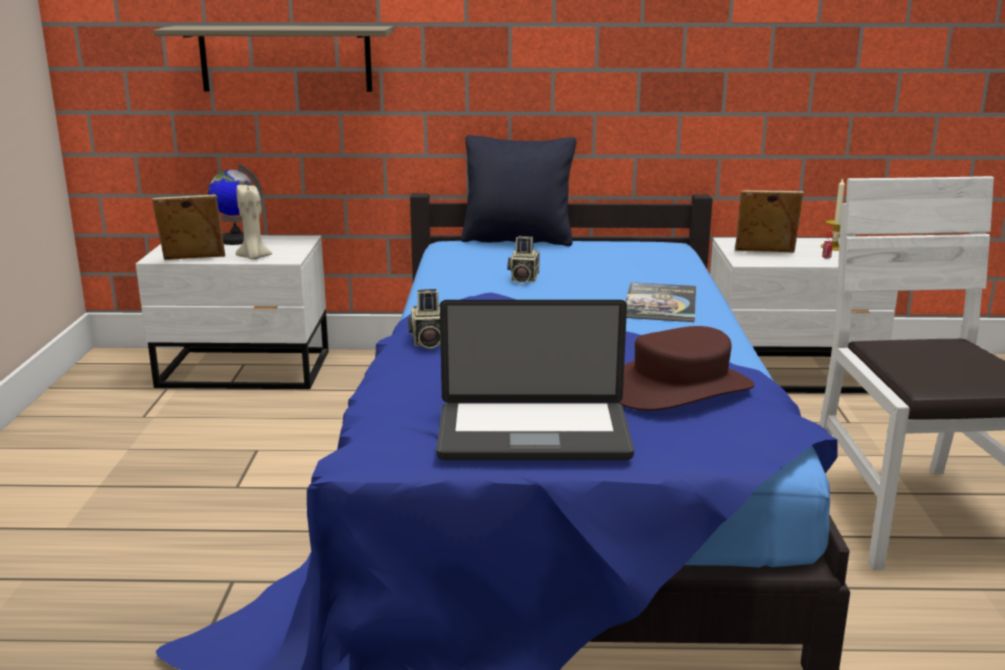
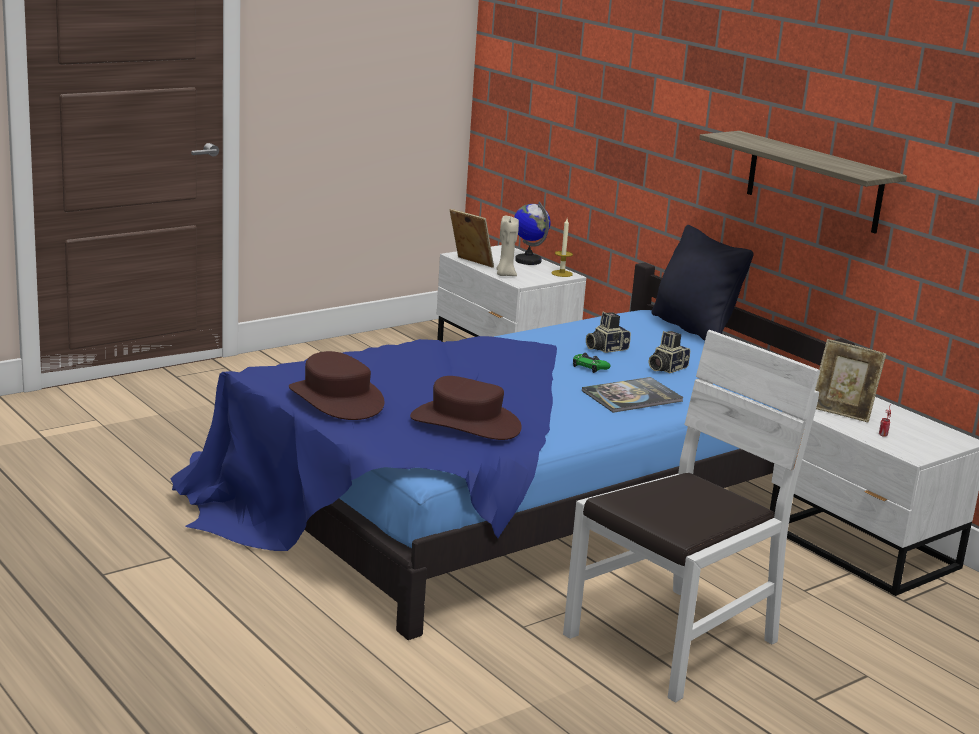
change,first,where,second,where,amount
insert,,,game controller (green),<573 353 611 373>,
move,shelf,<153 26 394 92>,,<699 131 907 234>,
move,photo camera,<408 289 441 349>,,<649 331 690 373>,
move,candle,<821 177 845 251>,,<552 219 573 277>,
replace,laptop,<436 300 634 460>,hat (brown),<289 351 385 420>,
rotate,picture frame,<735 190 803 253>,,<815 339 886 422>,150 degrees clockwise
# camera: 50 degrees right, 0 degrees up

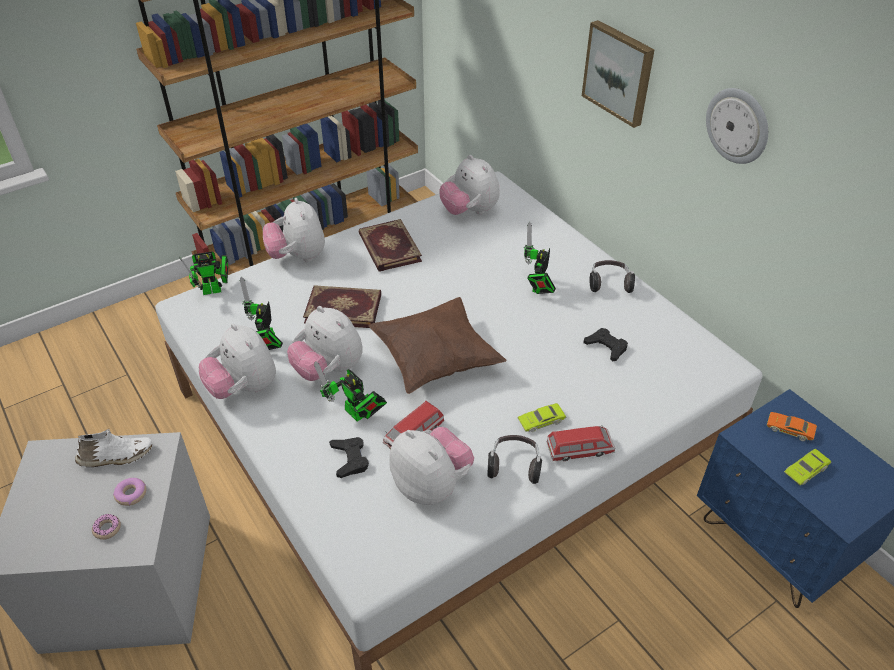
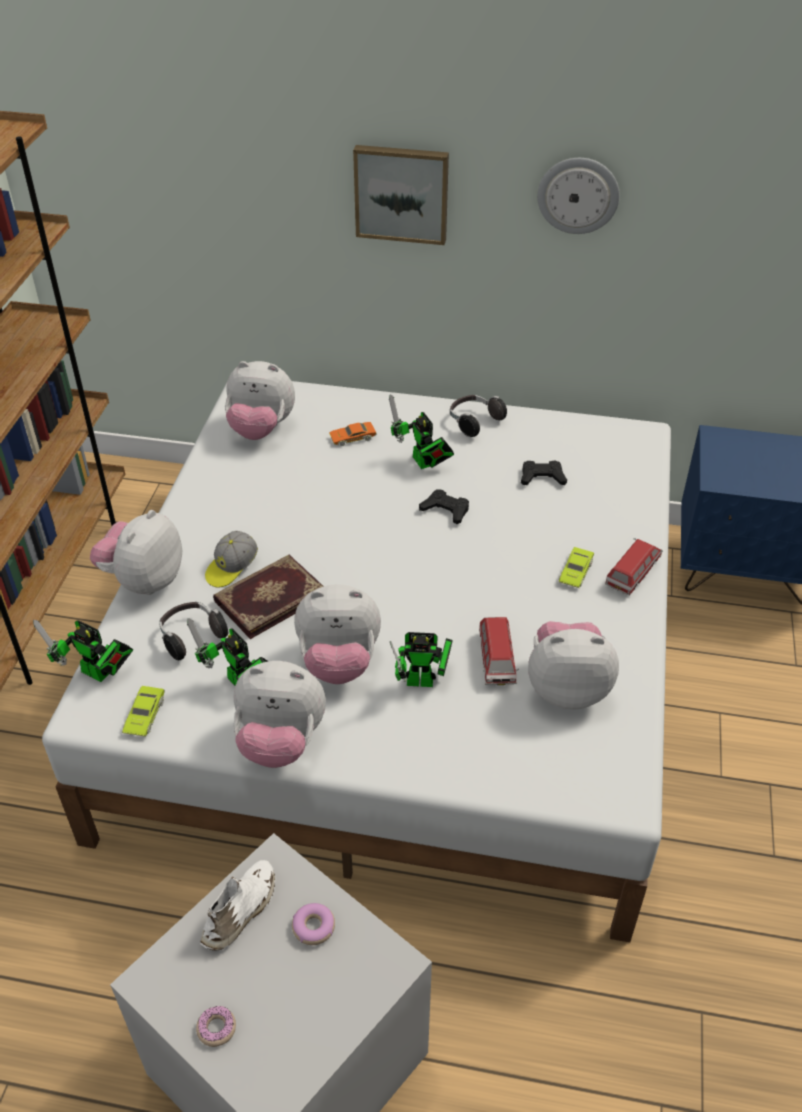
change,first,where,second,where,amount
delete,book,<359 219 422 272>,,,
delete,pillow (brown),<368 297 507 394>,,,
insert,,,cap,<205 531 258 588>,
move,donut,<92 514 121 540>,,<196 1006 236 1047>,
move,game controller (black),<329 437 369 478>,,<419 489 469 524>,
move,headphones,<488 435 542 484>,,<159 602 228 660>,
move,toy car (orange),<766 412 817 441>,,<329 422 377 446>,
move,toy car (green),<784 449 831 486>,,<122 686 165 737>,
rotate,toy robot,<179 251 228 295>,,<33 620 133 682>,90 degrees clockwise
rotate,plush toy,<263 198 325 262>,,<90 510 182 595>,90 degrees clockwise
# camera: 45 degrees left, 0 degrees up

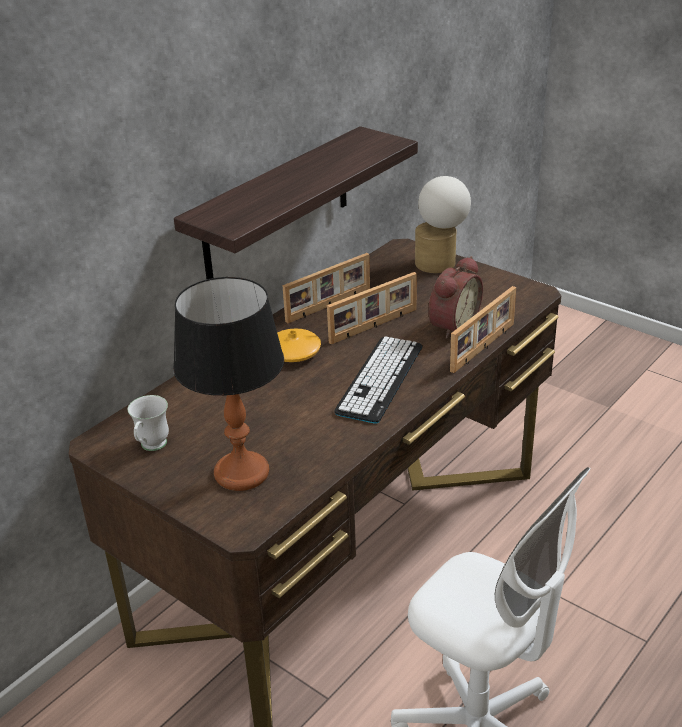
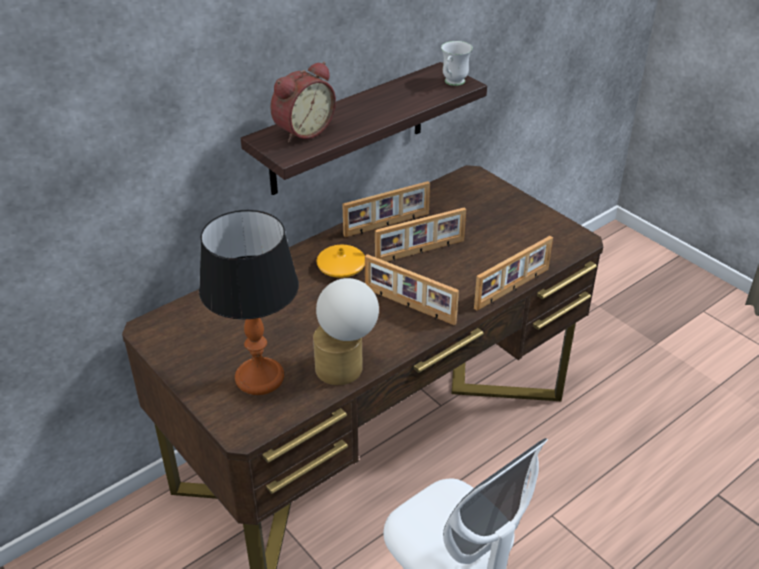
change,first,where,second,where,amount
move,mug (white),<128 395 169 451>,,<441 41 473 86>,
move,table lamp,<415 176 471 273>,,<313 278 379 385>,
move,alarm clock,<428 256 483 339>,,<270 62 336 142>,
replace,keyboard,<334 337 423 423>,picture frame,<365 254 459 325>,
# camera: 10 degrees right, 5 degrees up

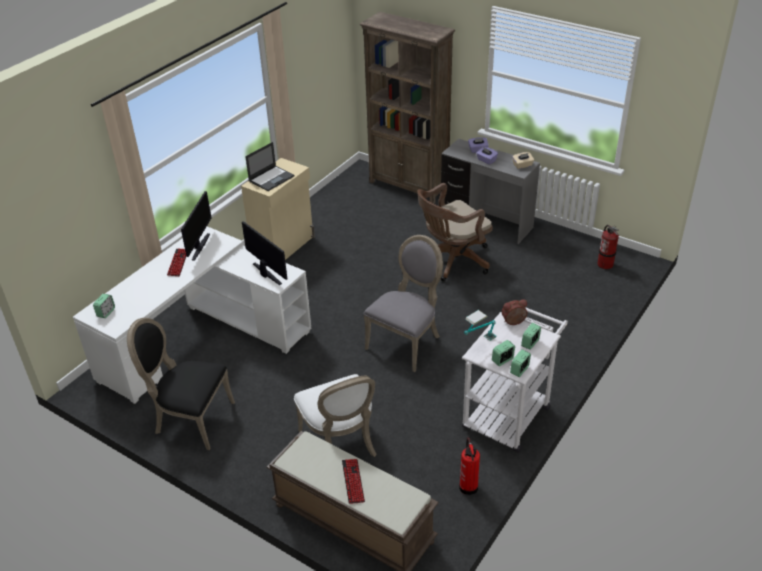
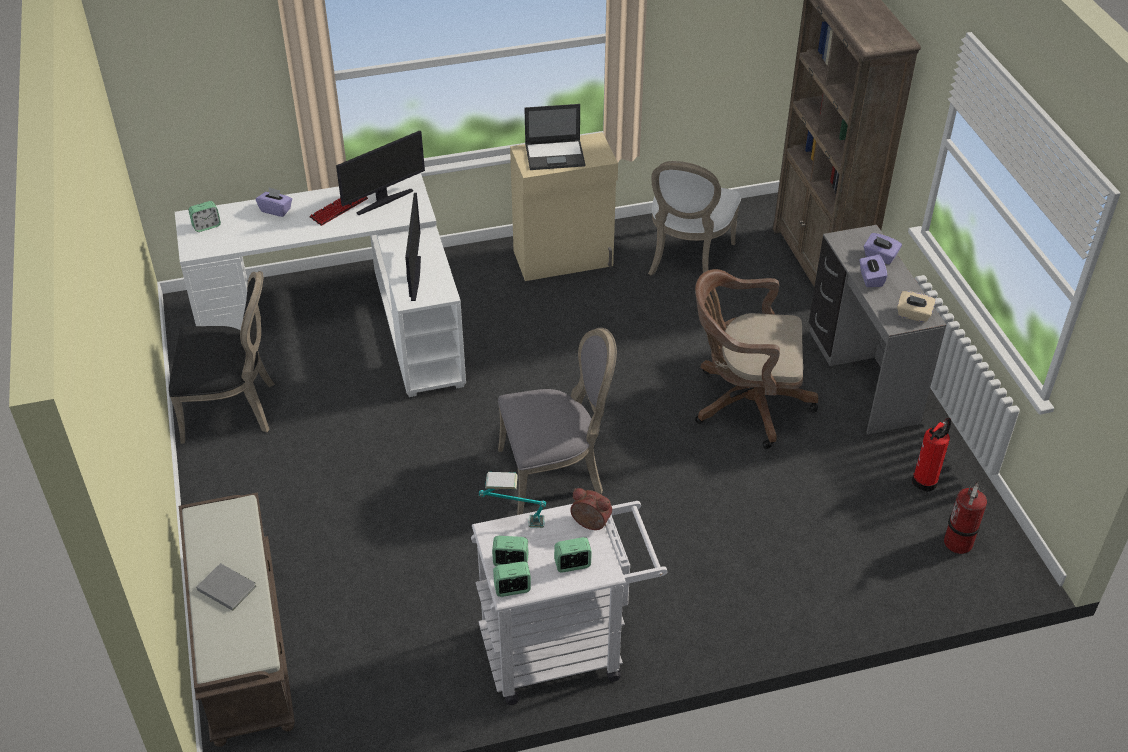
change,first,where,second,where,amount
insert,,,tissue box (purple),<256 187 292 217>,
move,chair (white),<294 374 377 457>,,<648 161 741 275>,
move,fire extinguisher,<459 438 480 495>,,<912 418 951 491>,
replace,keyboard,<342 459 365 504>,book (grey),<196 563 257 611>,
rotate,chair (black),<127 318 235 450>,,<169 271 275 444>,120 degrees clockwise
# camera: 40 degrees right, 5 degrees up

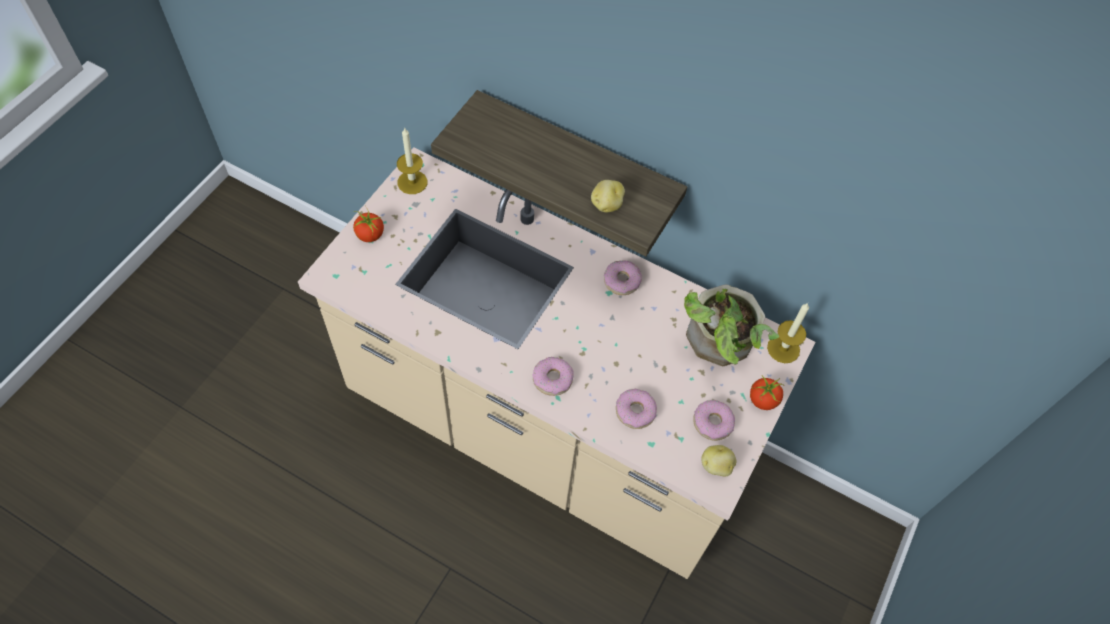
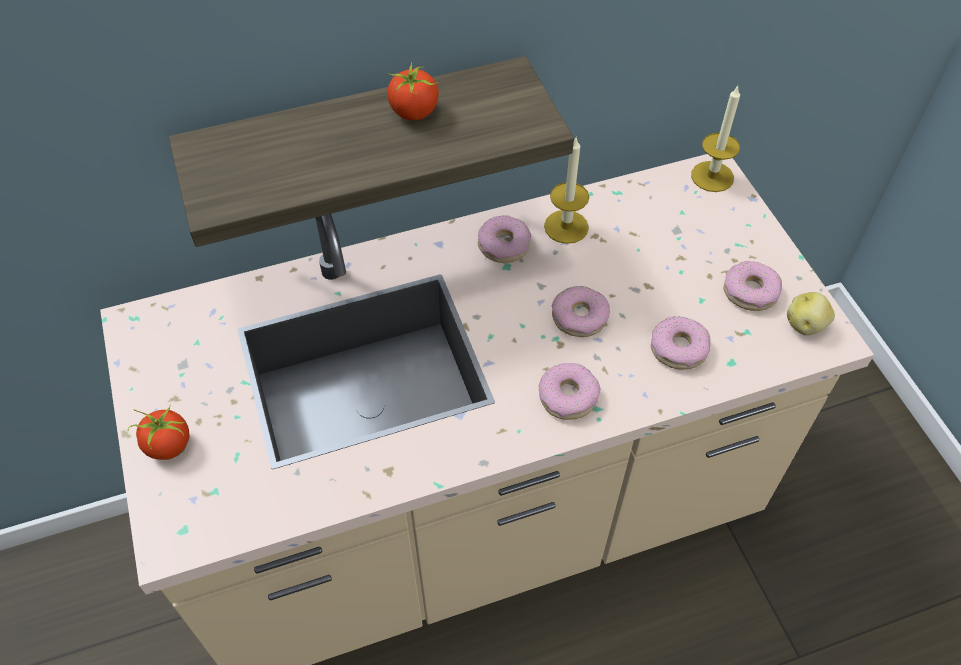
change,first,where,second,where,amount
delete,potato,<591 180 625 212>,,,
delete,potted plant,<684 284 780 366>,,,
insert,,,donut,<552 286 610 337>,
move,candle,<397 127 427 194>,,<544 136 589 244>,
move,tomato,<750 375 783 410>,,<387 62 439 120>,
# camera: 45 degrees left, 5 degrees down

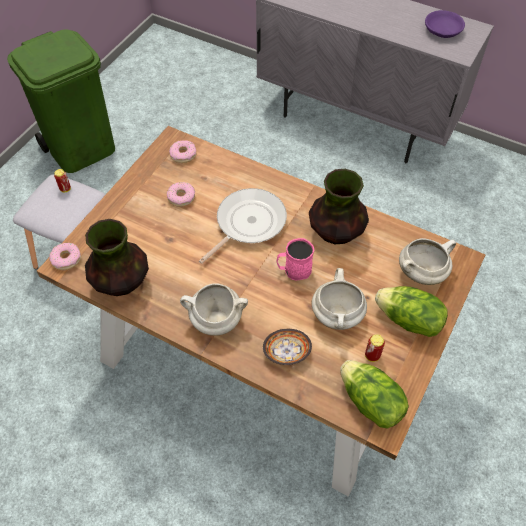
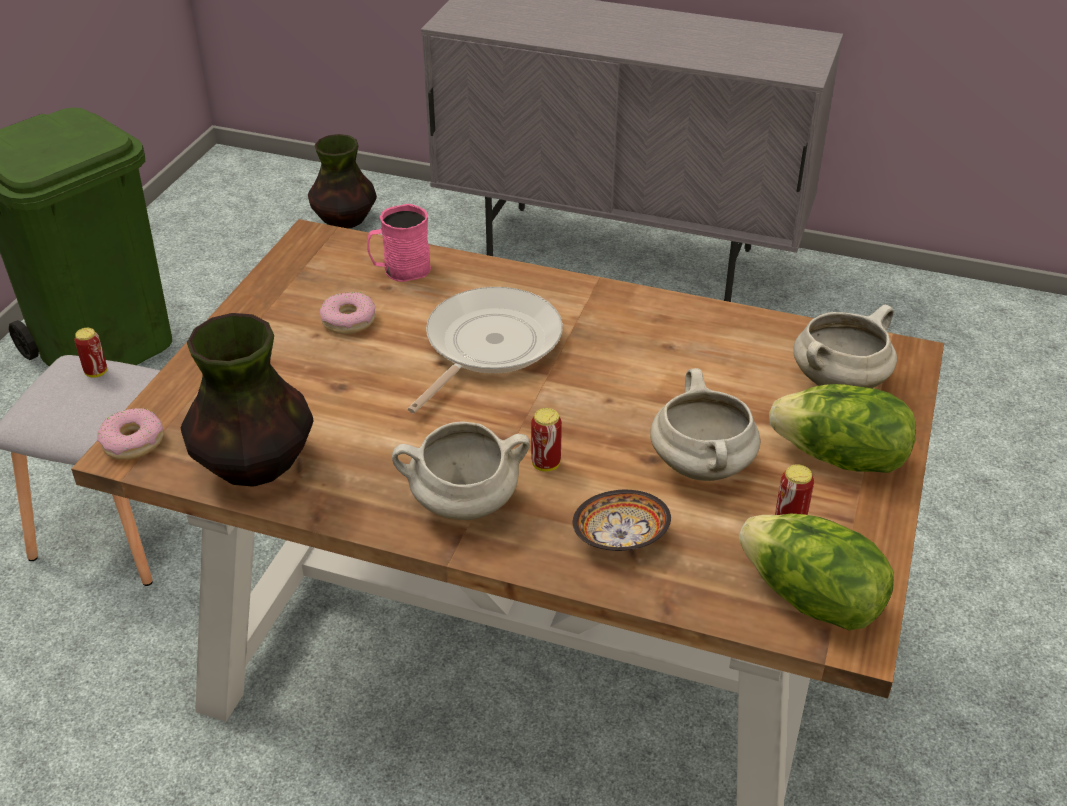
change,first,where,second,where,amount
delete,donut,<169 140 196 163>,,,
delete,bowl (purple),<425 10 465 38>,,,
insert,,,can,<531 408 562 472>,
move,mug (pink),<277 238 315 280>,,<367 204 431 282>,
move,vase,<309 169 369 244>,,<308 134 377 228>,
# camera: 10 degrees left, 15 degrees down

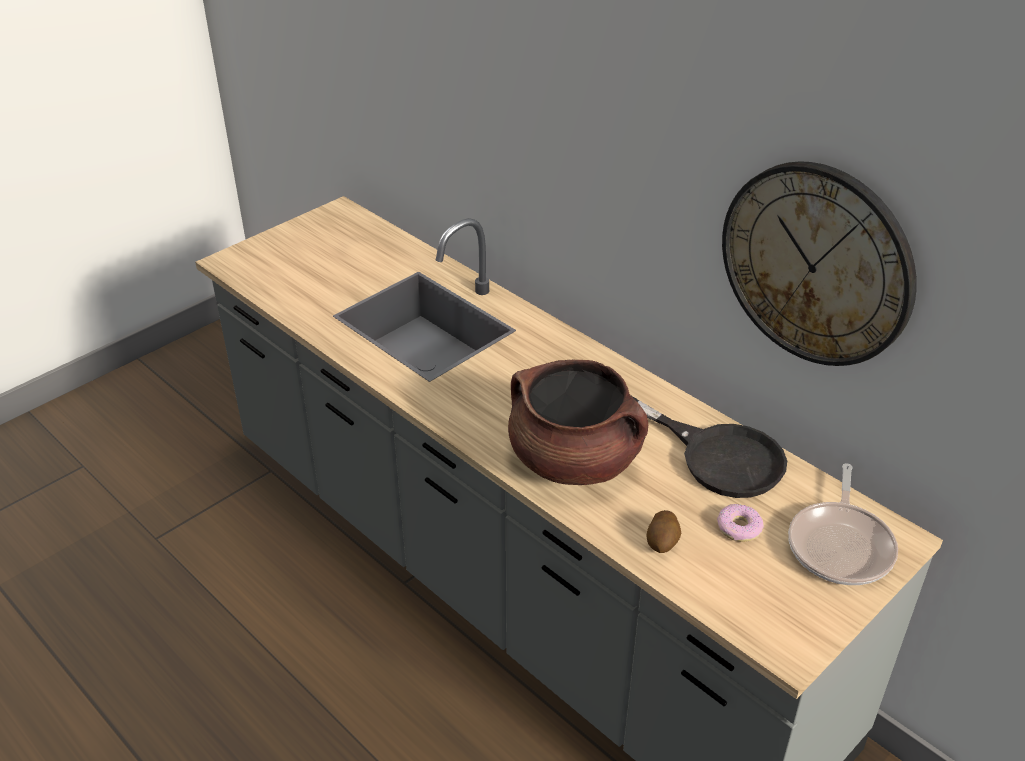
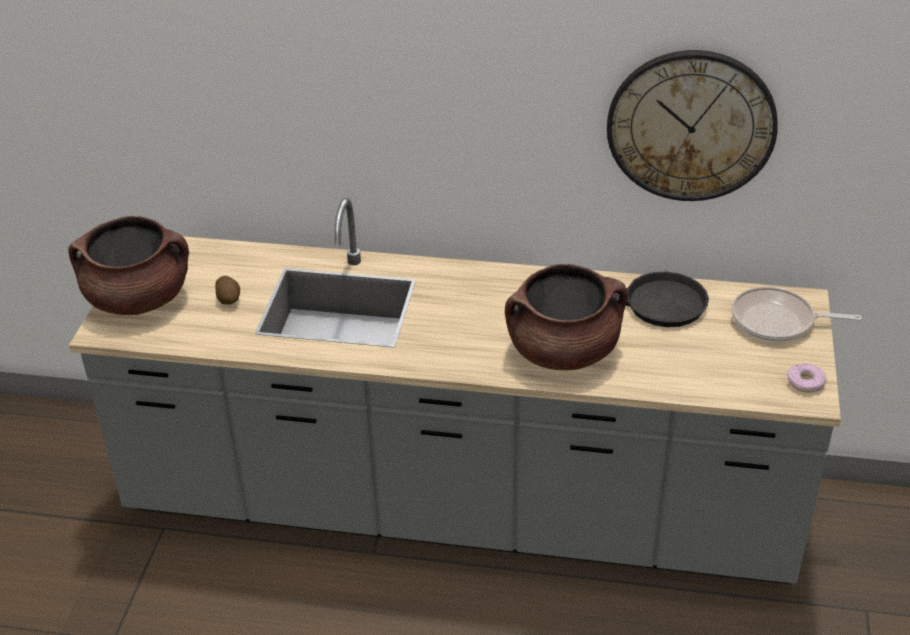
change,first,where,second,where,amount
insert,,,cooking pot (brown),<68 216 189 315>,
move,potato,<647 510 681 553>,,<215 276 240 305>,
move,donut,<717 504 764 542>,,<787 363 826 393>,
rotate,frying pan,<788 463 898 585>,,<732 287 862 342>,120 degrees clockwise
# camera: 35 degrees left, 0 degrees up

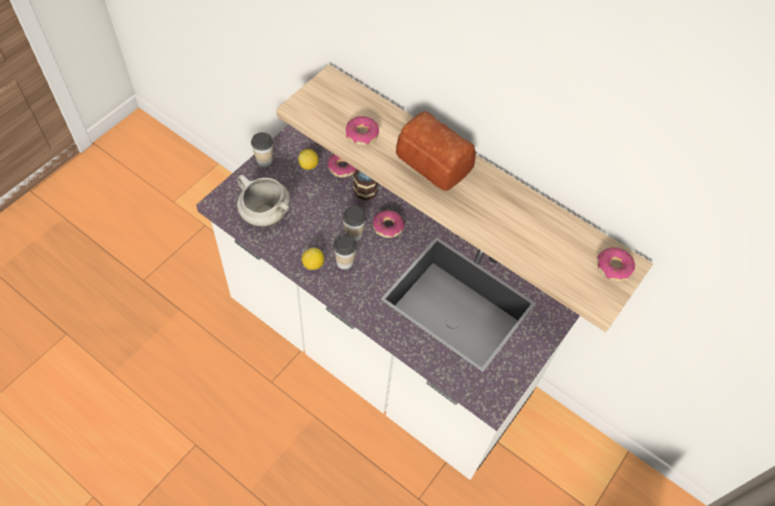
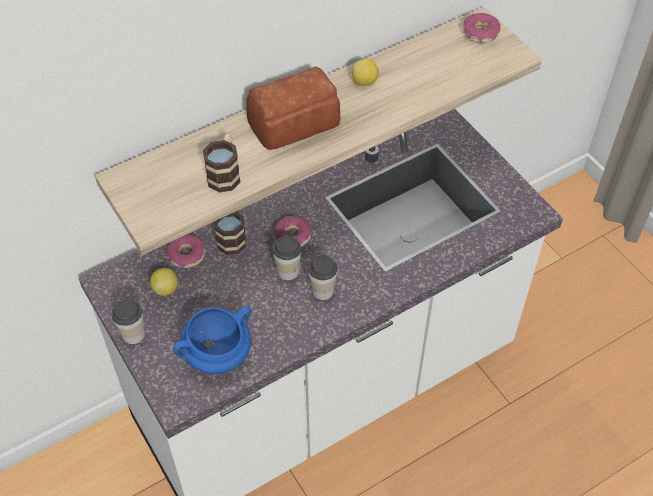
change,first,where,second,where,amount
move,lemon,<302 248 324 270>,,<352 59 379 86>,
replace,donut,<346 116 379 145>,mug,<203 133 240 192>,
recolor,cooking pot (white),<237 175 290 227>,cooking pot (blue),<173 306 252 374>,
# camera: 65 degrees left, 5 degrees down

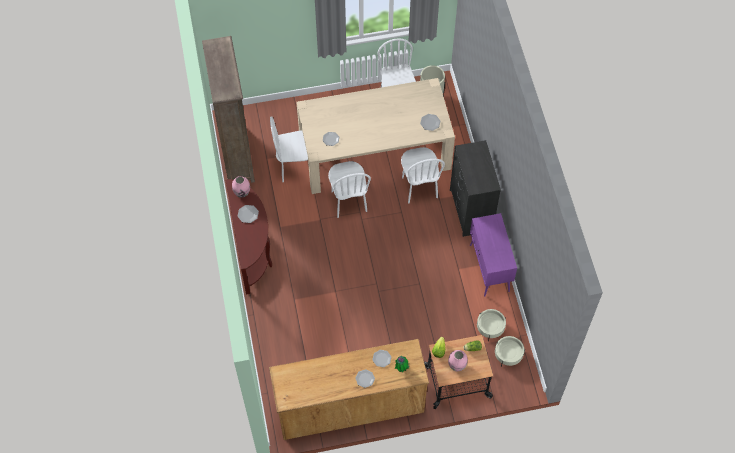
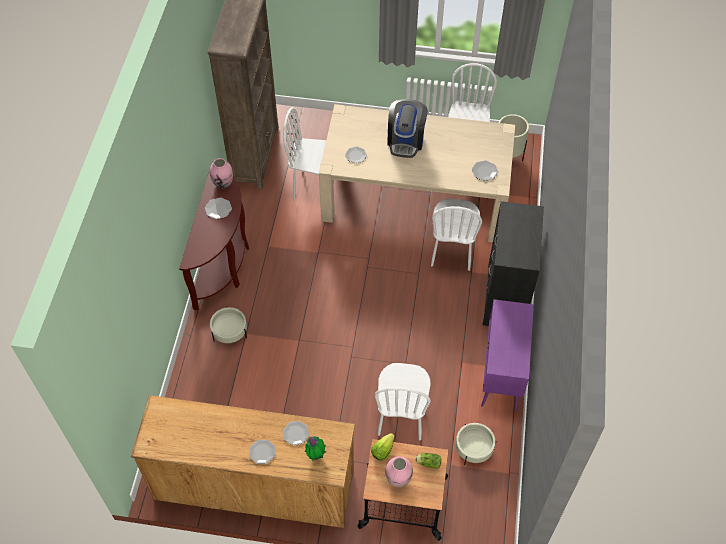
change,first,where,second,where,amount
insert,,,coffee machine,<387 99 428 158>,
move,chair (white),<328 161 371 218>,,<374 363 431 440>,
move,planter (beige),<495 336 525 367>,,<210 307 247 343>,
# camera: 20 degrees right, 5 degrees down

